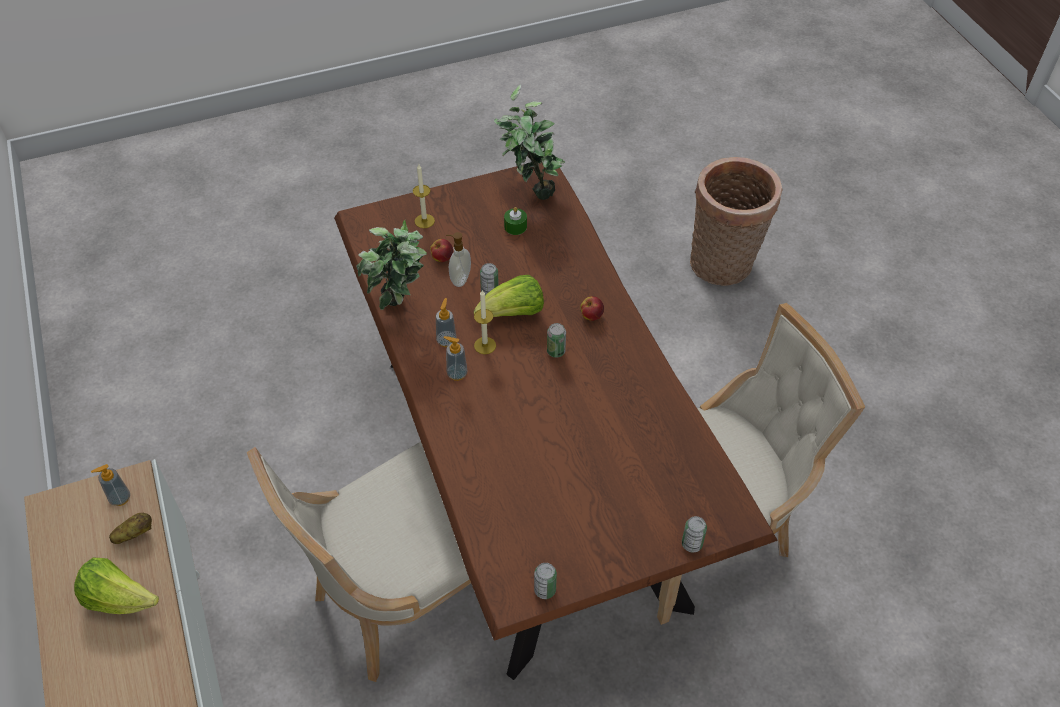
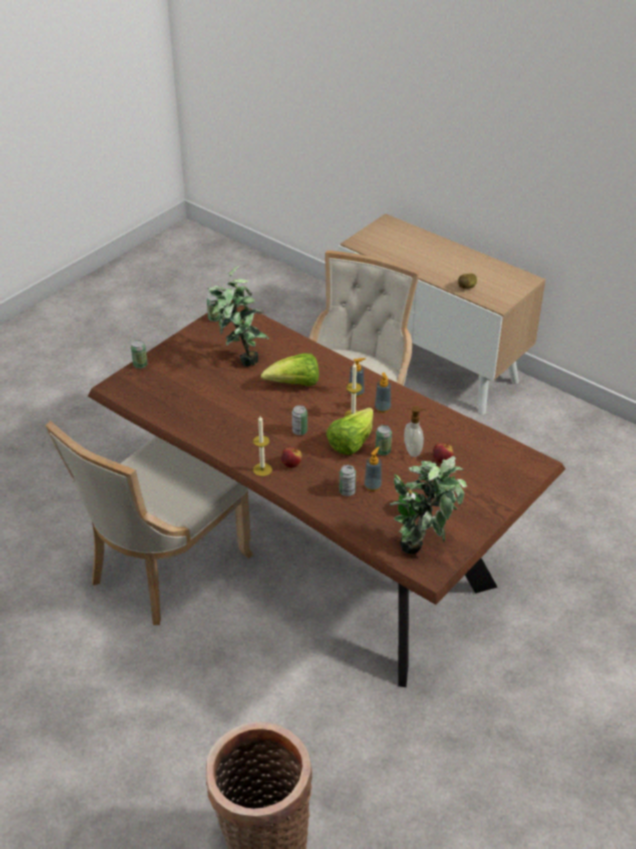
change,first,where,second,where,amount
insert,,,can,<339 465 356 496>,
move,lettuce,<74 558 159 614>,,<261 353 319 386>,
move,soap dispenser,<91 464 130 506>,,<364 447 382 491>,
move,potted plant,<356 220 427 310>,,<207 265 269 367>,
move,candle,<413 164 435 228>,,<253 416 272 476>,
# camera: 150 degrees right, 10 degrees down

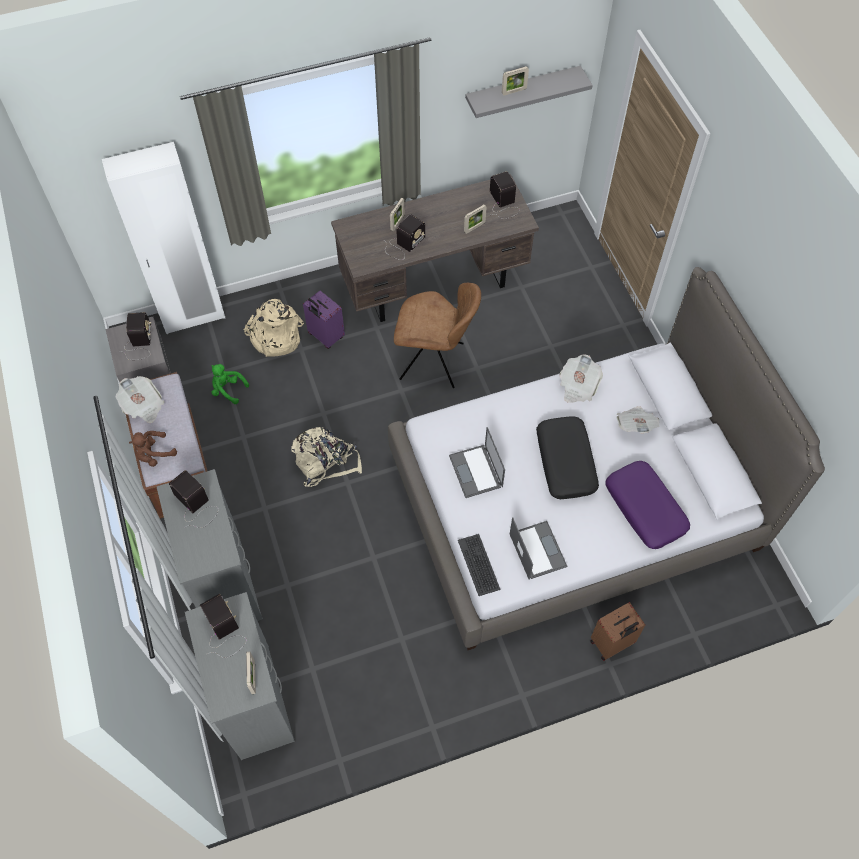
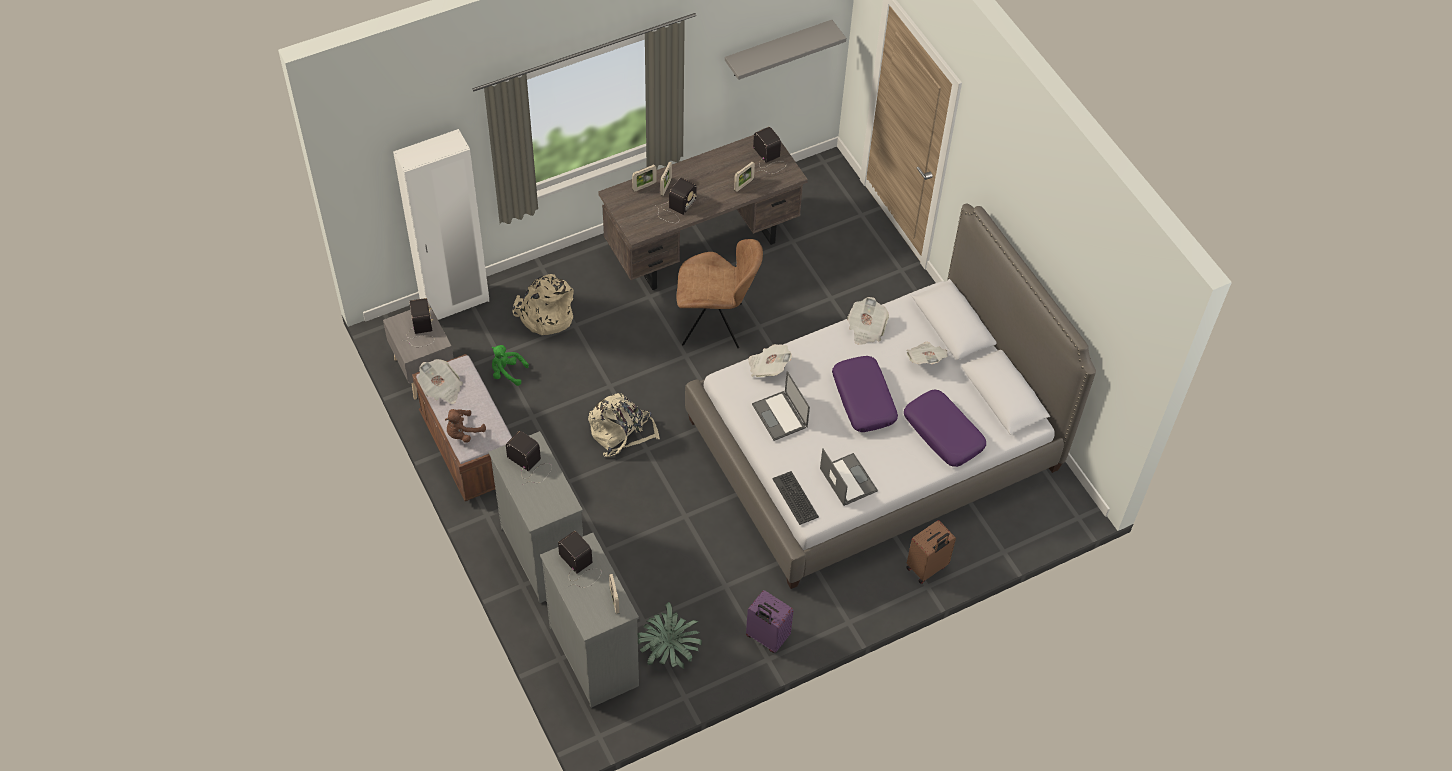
change,first,where,second,where,amount
insert,,,potted plant,<638 602 702 669>,
insert,,,newspaper,<748 344 792 377>,
move,suitcase (purple),<303 291 345 349>,,<746 590 794 653>,
move,picture frame,<502 66 529 95>,,<632 164 656 191>,
recolor,pillow (black),<536 417 599 499>,pillow (purple),<832 356 898 432>,
# camera: 10 degrees left, 5 degrees down

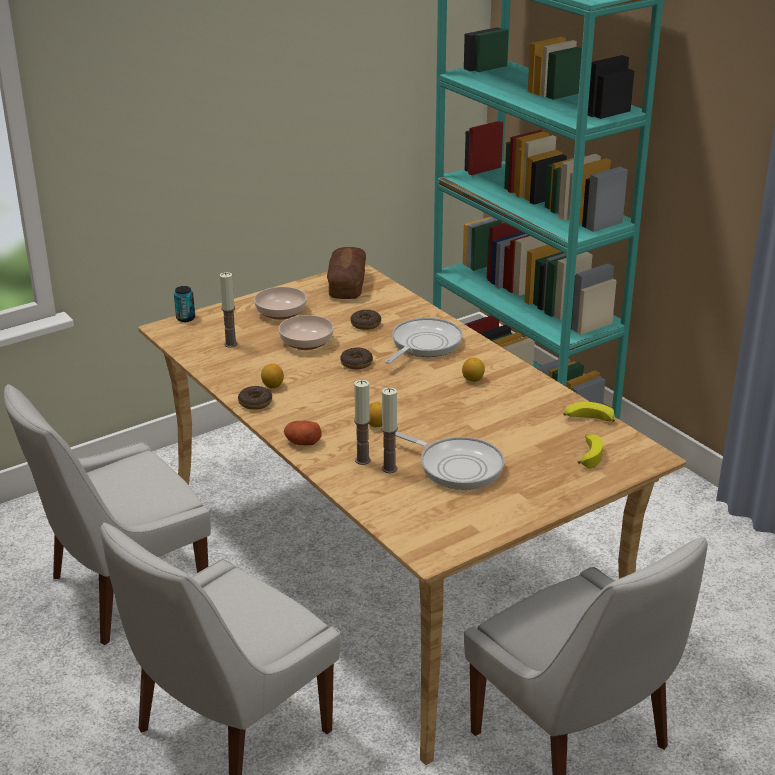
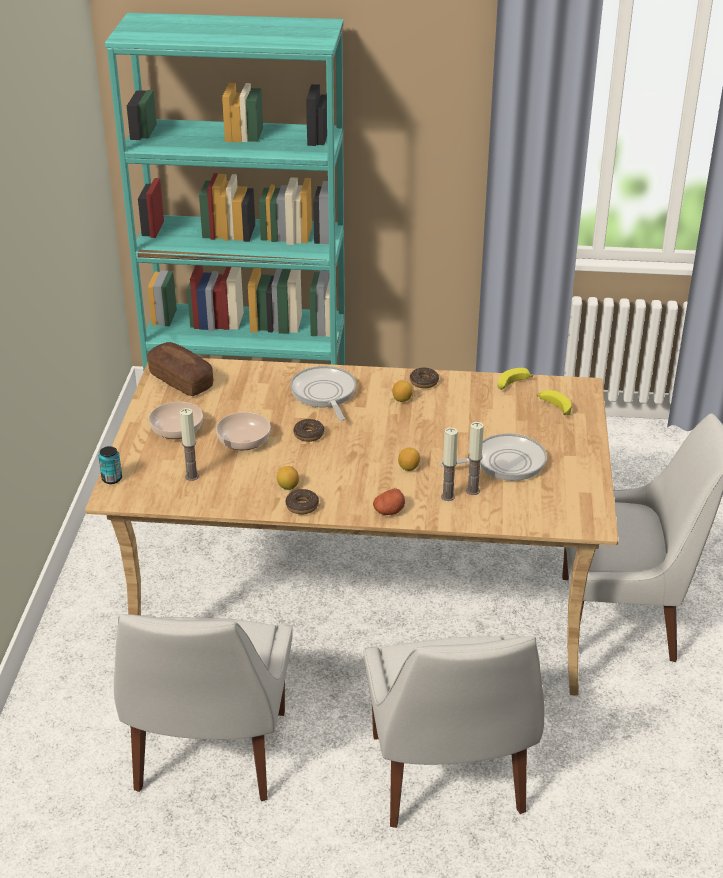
change,first,where,second,where,amount
move,donut,<351 310 381 330>,,<410 368 439 388>,
# camera: 50 degrees left, 5 degrees up

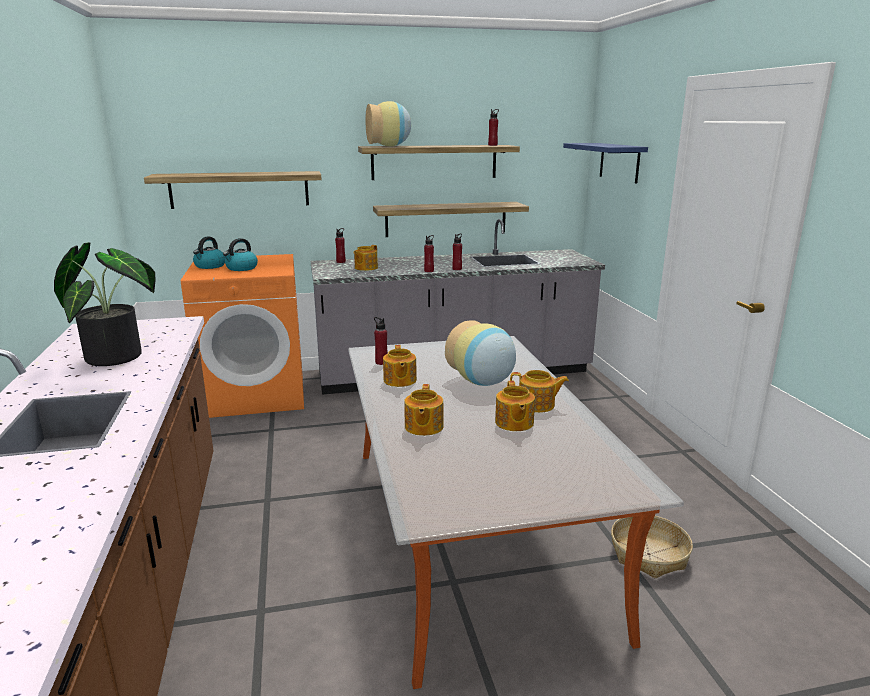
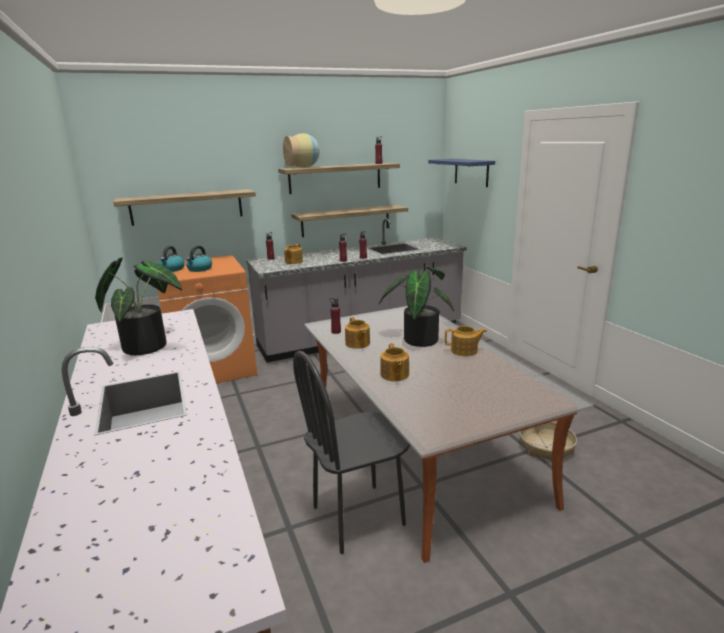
change,first,where,second,where,amount
delete,teapot,<495 381 535 431>,,,
insert,,,chair (black),<293 351 410 554>,
replace,vase,<445 320 516 386>,potted plant,<379 266 454 347>,
# camera: 10 degrees left, 0 degrees up

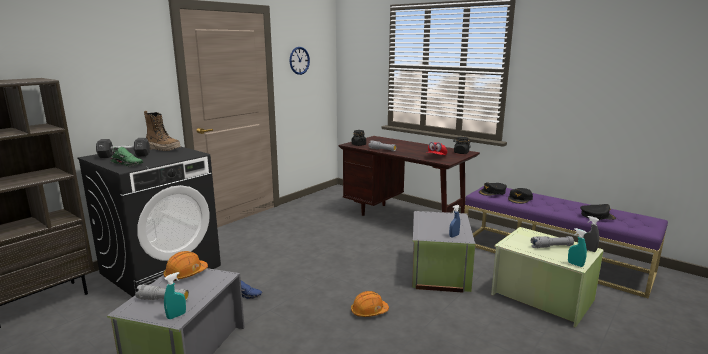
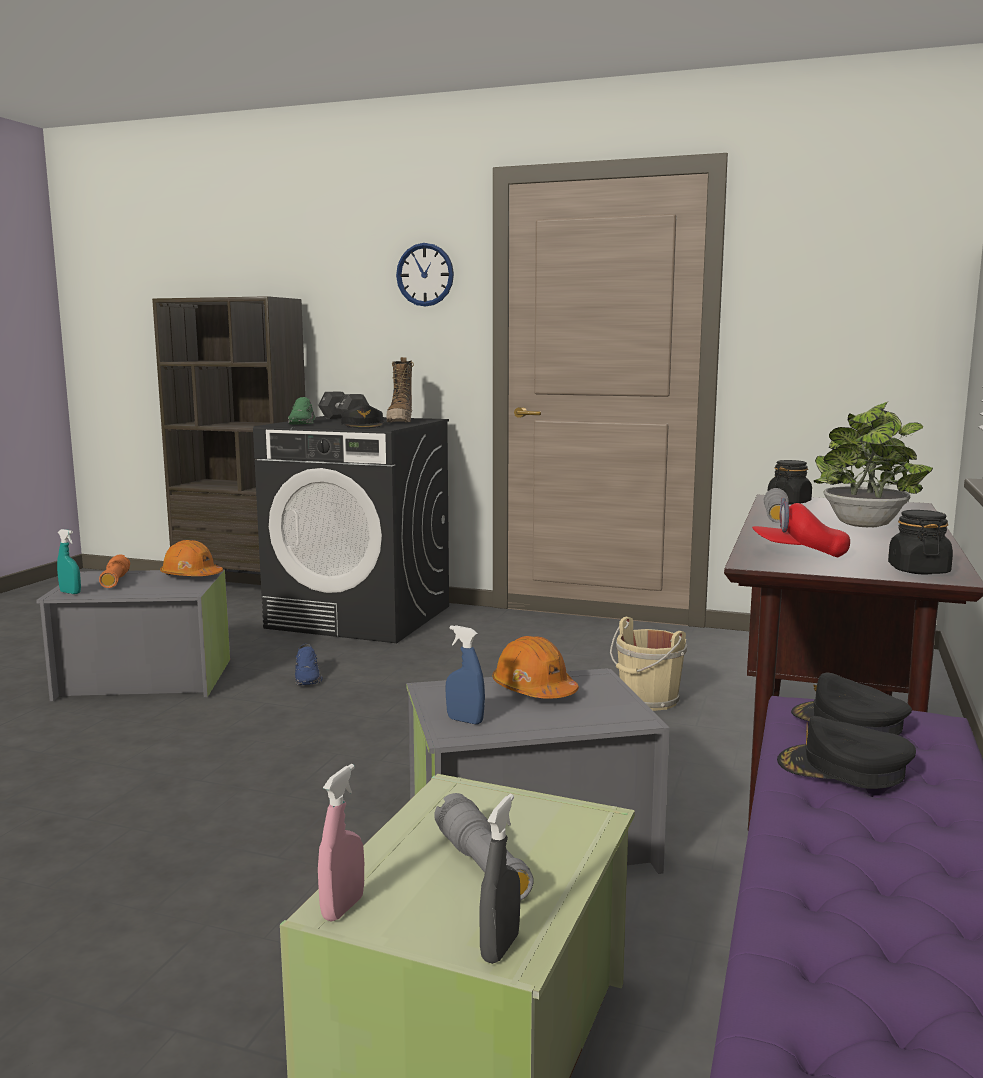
change,first,where,second,where,amount
insert,,,bucket (beige),<610 617 687 711>,
insert,,,potted plant,<814 402 933 528>,
move,wall clock,<290 47 310 75>,,<396 243 454 307>,
move,hard hat (orange),<351 291 389 317>,,<492 636 579 699>,
move,cap (black),<580 204 616 220>,,<341 405 384 428>,
recolor,flashlight (grey),<135 285 189 301>,flashlight (orange),<99 555 130 588>,
recolor,spray bottle (turquoise),<568 228 587 267>,spray bottle (pink),<318 764 364 922>,
# camera: 70 degrees right, 5 degrees down

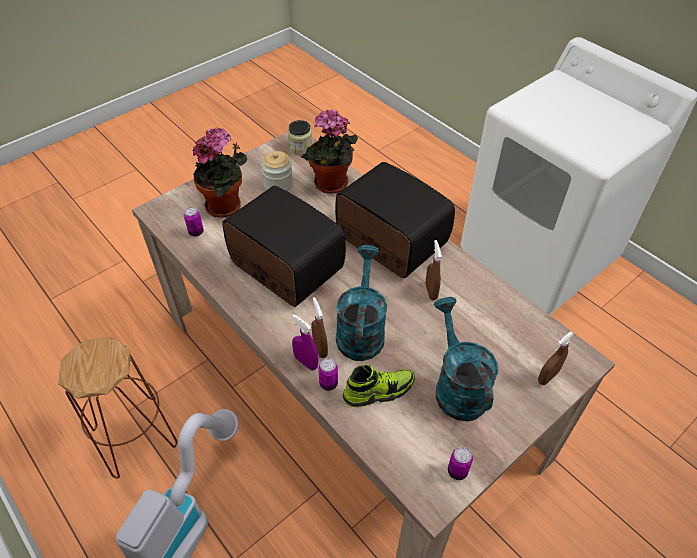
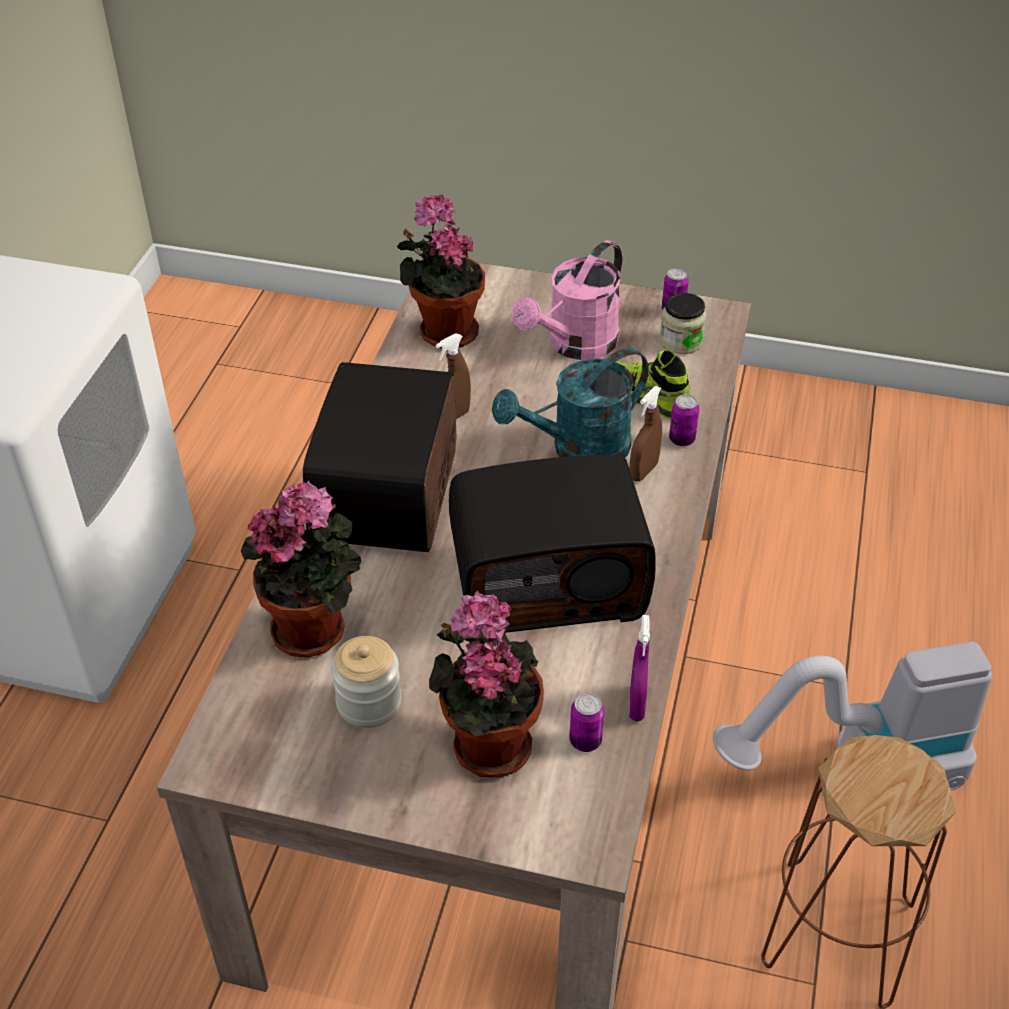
change,first,where,second,where,amount
delete,spray bottle (brown),<538 331 574 385>,,,
insert,,,potted plant,<397 194 485 348>,
move,jar,<288 120 312 155>,,<659 293 707 354>,
move,spray bottle (purple),<292 314 318 371>,,<629 615 650 721>,
recolor,watering can (turquoise),<434 297 498 421>,watering can (pink),<512 240 623 360>,
rotate,radio,<222 186 346 307>,,<449 455 656 633>,105 degrees counterclockwise
# camera: 125 degrees left, 5 degrees down

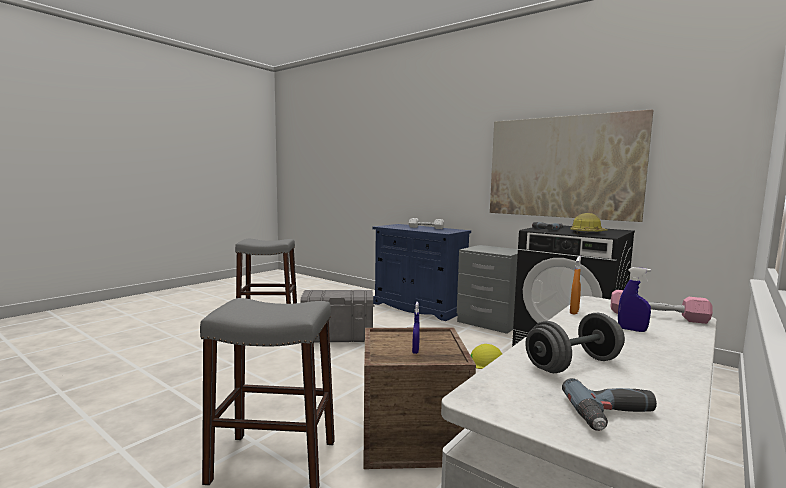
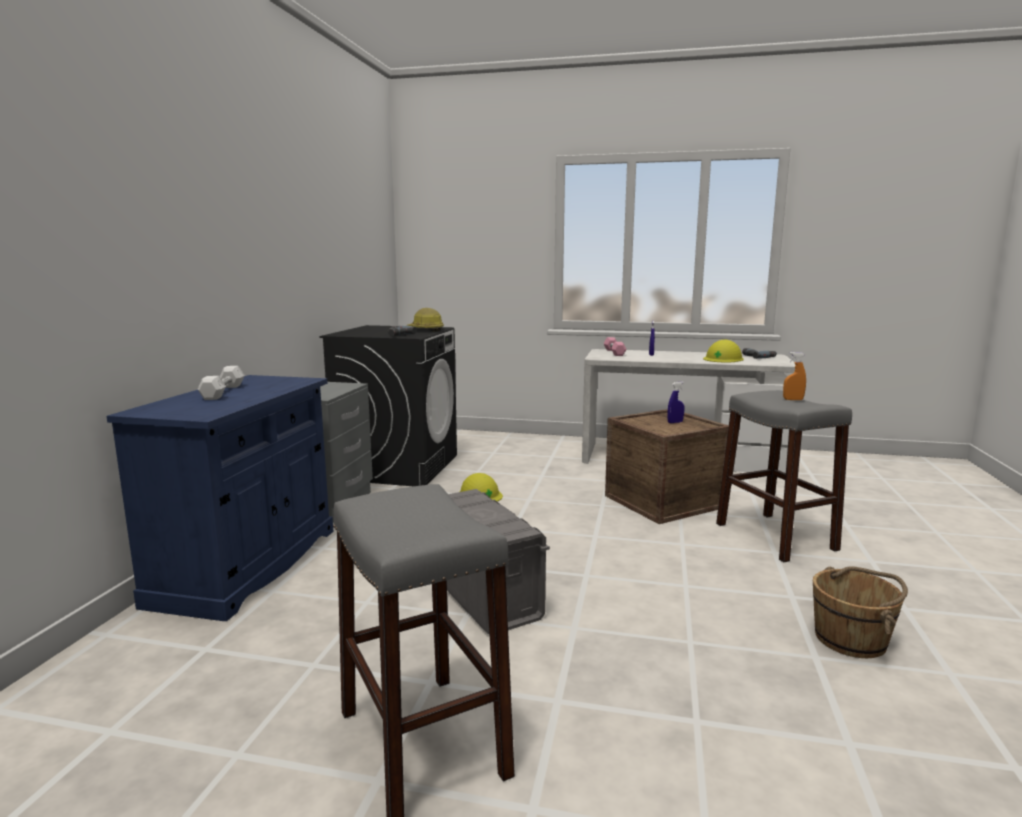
change,first,where,second,where,amount
delete,picture,<490 109 653 222>,,,
insert,,,bucket (brown),<813 566 908 658>,
move,spray bottle (orange),<570 256 581 314>,,<783 352 806 400>,
replace,dumbbell (grey),<525 313 625 373>,hard hat (yellow),<703 340 744 362>,
# camera: 115 degrees left, 5 degrees up

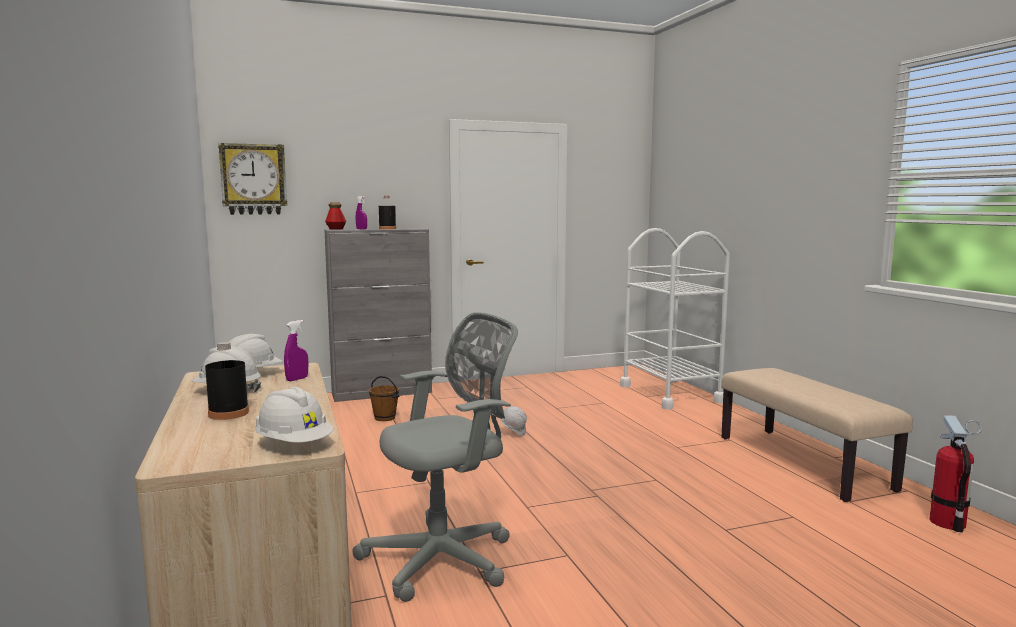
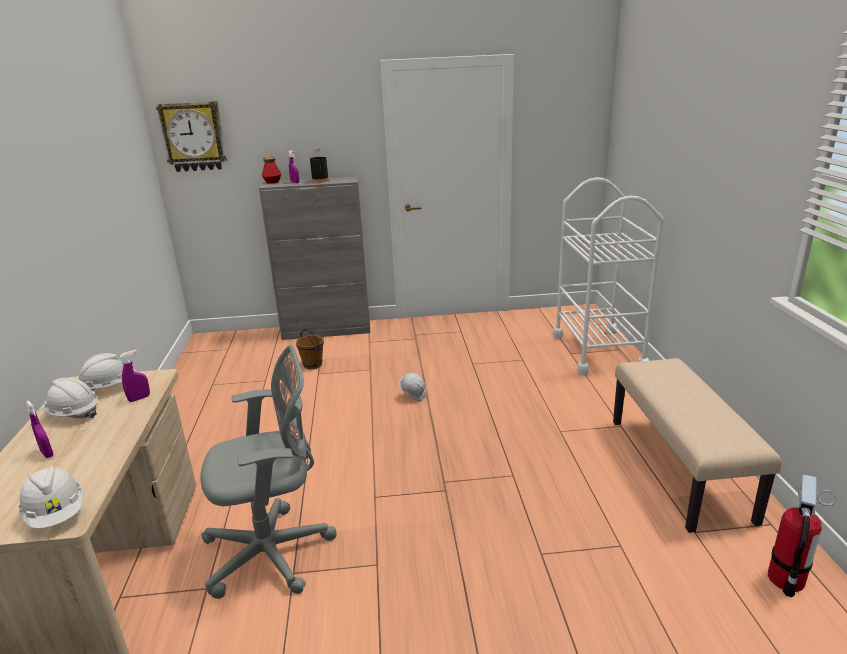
change,first,where,second,where,amount
replace,bottle (black),<205 342 249 420>,spray bottle (purple),<26 401 54 458>,
# camera: 15 degrees right, 15 degrees up

